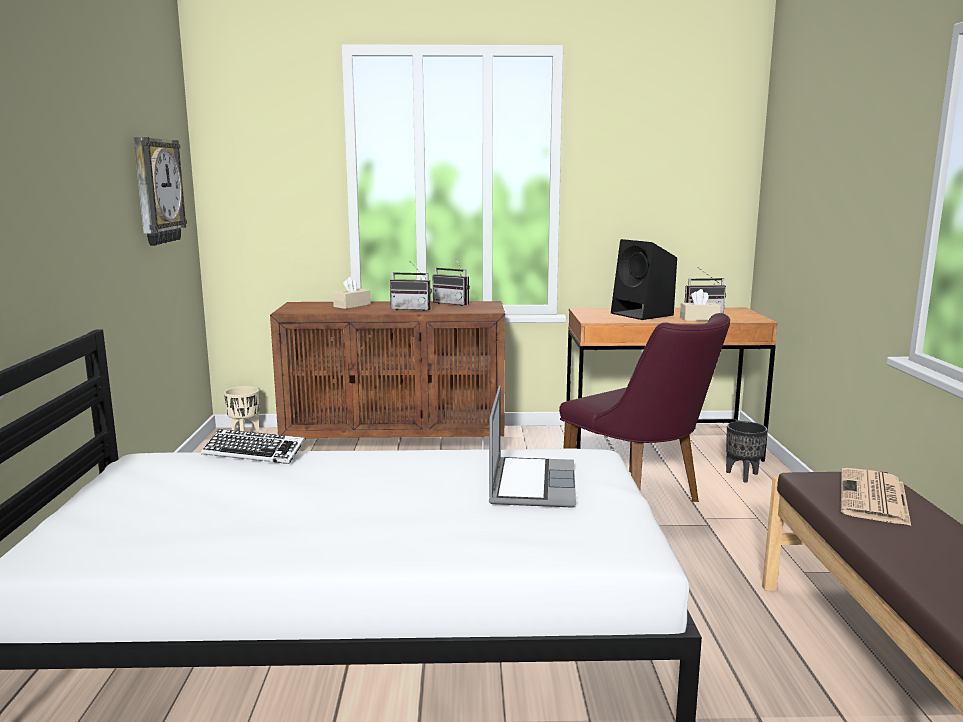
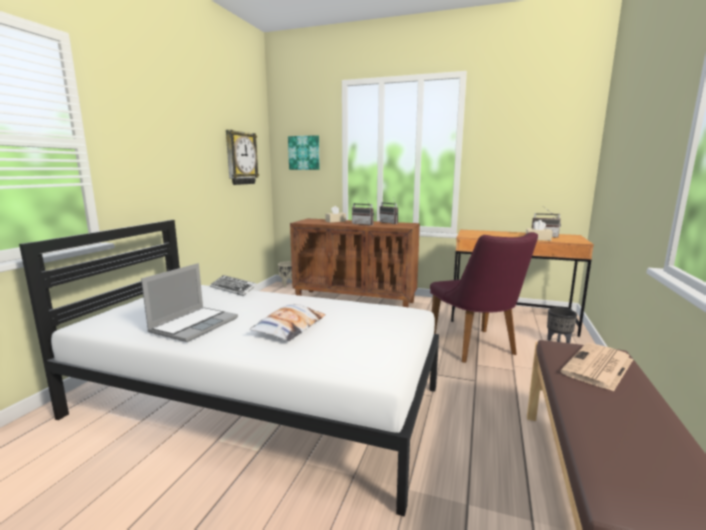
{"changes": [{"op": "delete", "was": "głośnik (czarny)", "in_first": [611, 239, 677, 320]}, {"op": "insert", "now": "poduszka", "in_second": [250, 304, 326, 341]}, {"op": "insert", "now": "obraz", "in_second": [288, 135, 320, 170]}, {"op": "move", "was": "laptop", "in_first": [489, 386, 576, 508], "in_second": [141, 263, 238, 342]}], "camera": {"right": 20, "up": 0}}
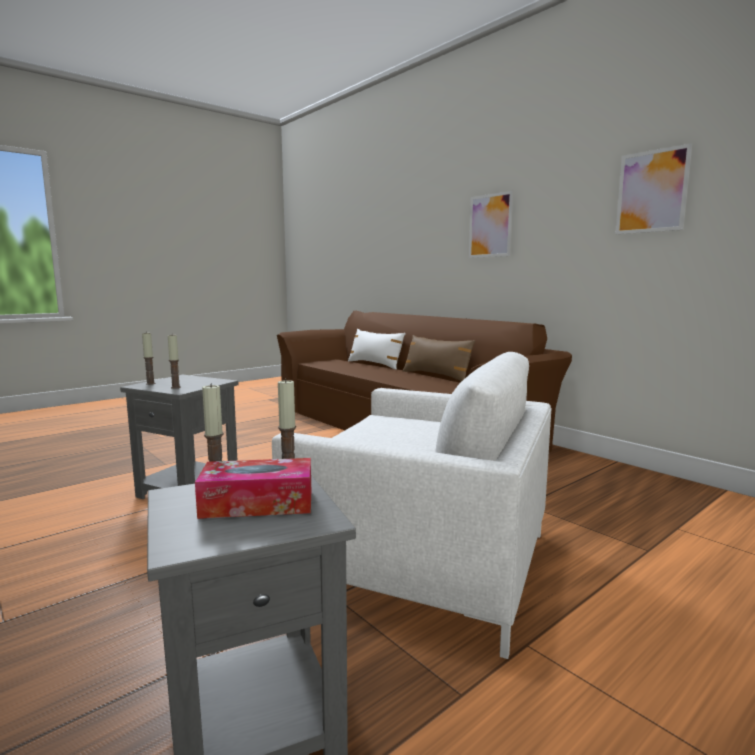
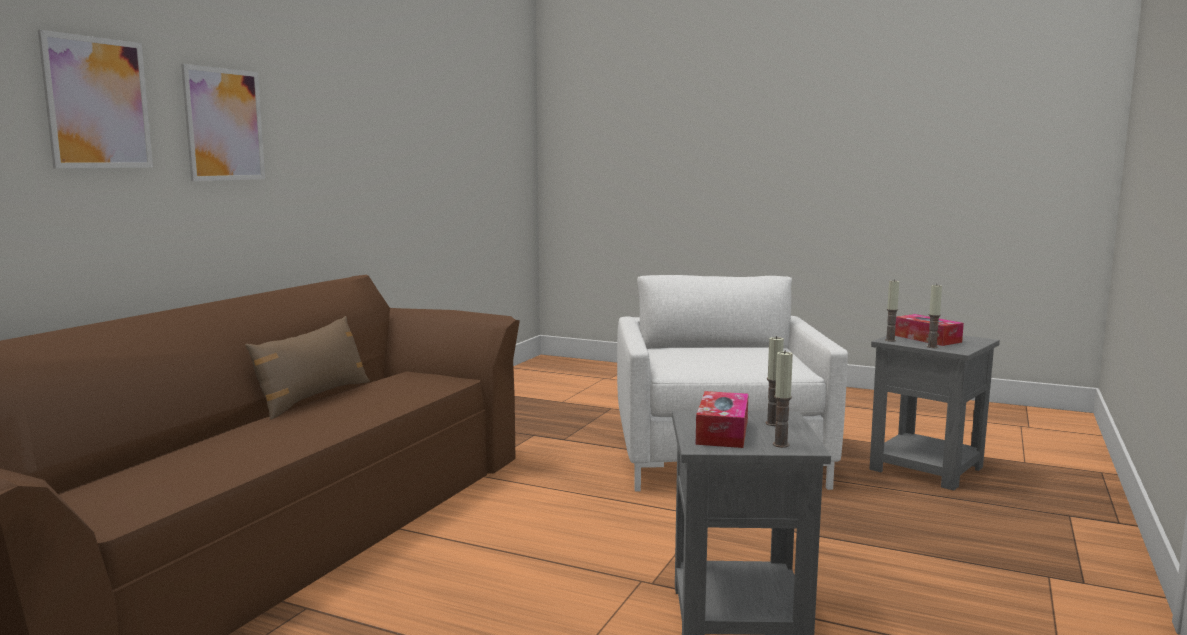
{"changes": [{"op": "delete", "was": "poduszka (biały)", "in_first": [348, 329, 406, 369]}, {"op": "insert", "now": "pudełko chusteczek", "in_second": [696, 391, 748, 448]}, {"op": "move", "was": "obraz", "in_first": [615, 143, 692, 234], "in_second": [38, 30, 153, 169]}], "camera": {"right": -115, "up": 0}}
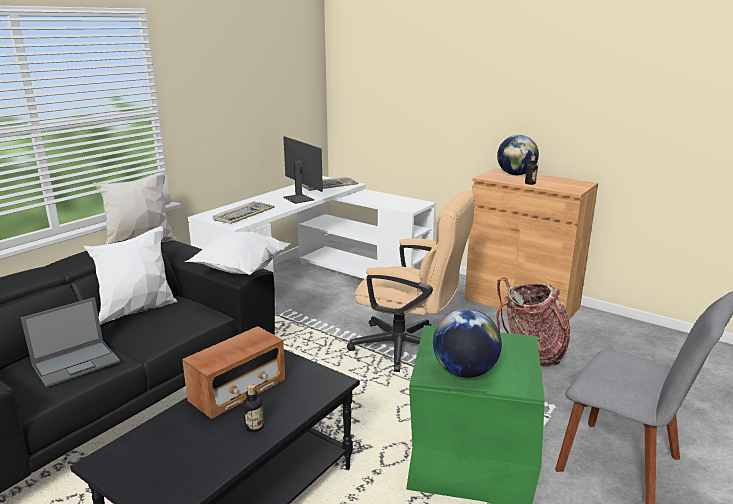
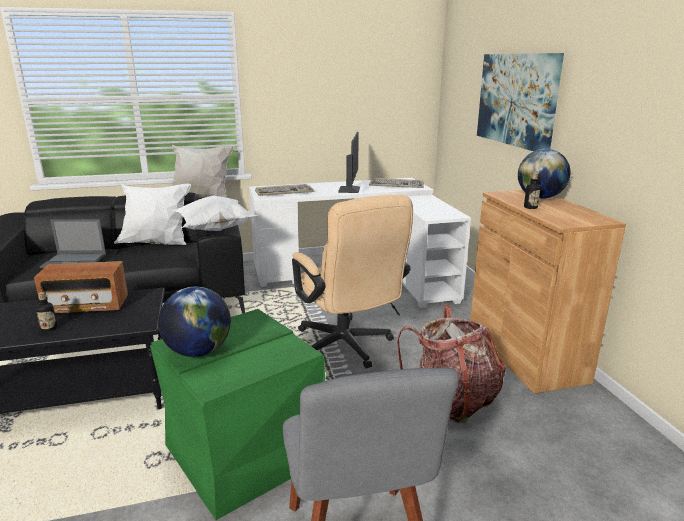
{"changes": [{"op": "insert", "now": "obraz", "in_second": [477, 53, 564, 151]}], "camera": {"right": 40, "up": 0}}
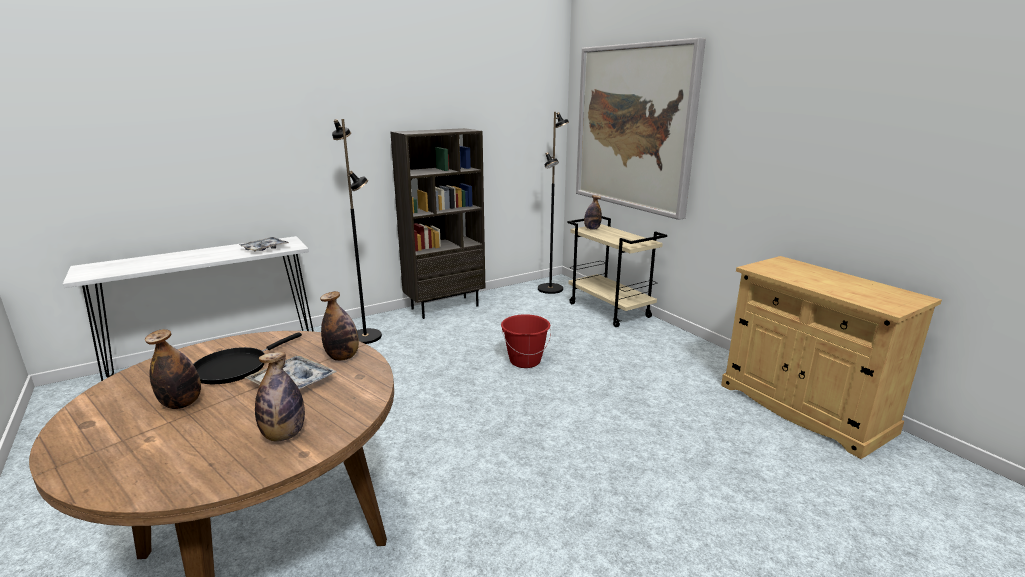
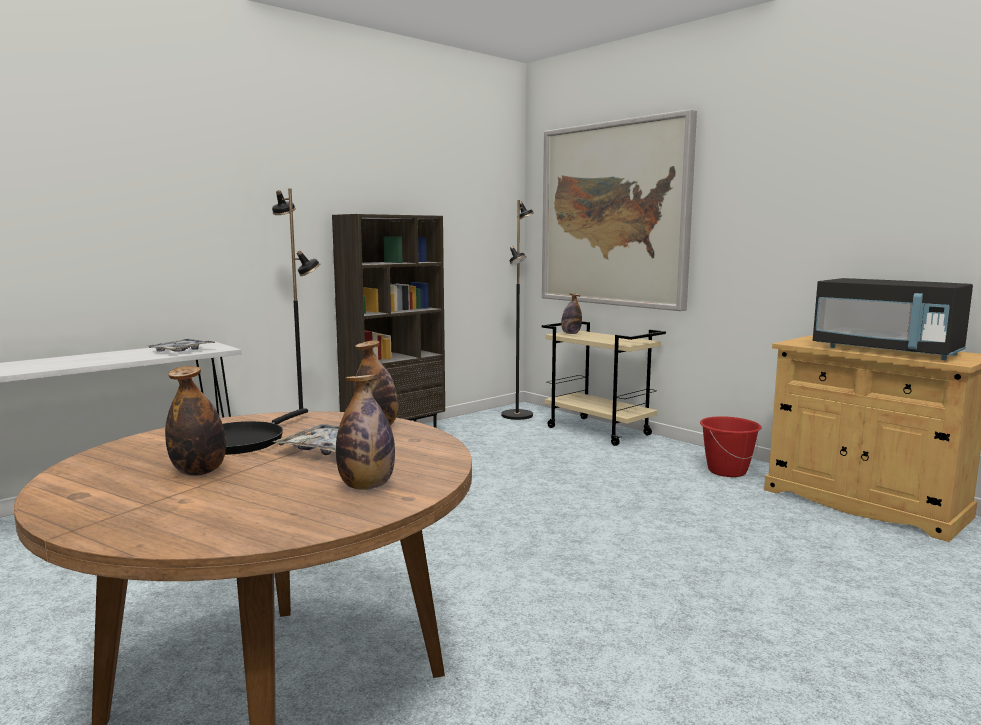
{"changes": [{"op": "insert", "now": "mikrofalówka (czarny)", "in_second": [813, 278, 973, 360]}, {"op": "move", "was": "wiadro (czerwony)", "in_first": [501, 314, 551, 368], "in_second": [700, 416, 762, 477]}], "camera": {"right": -10, "up": -10}}
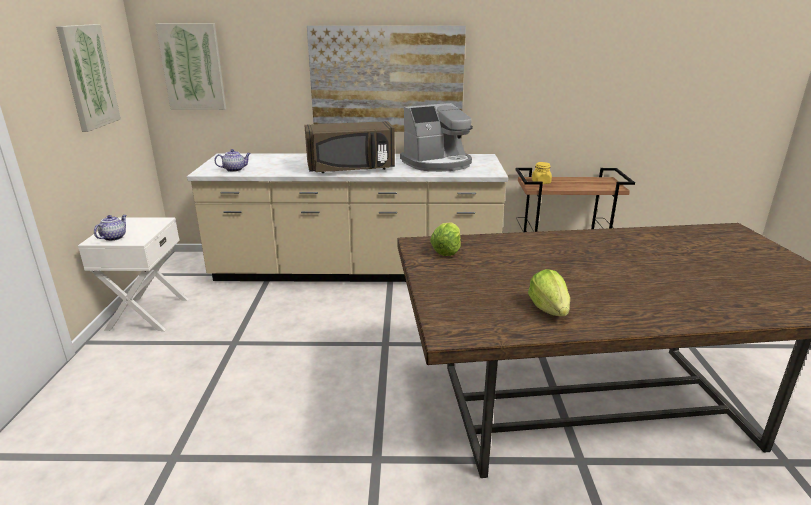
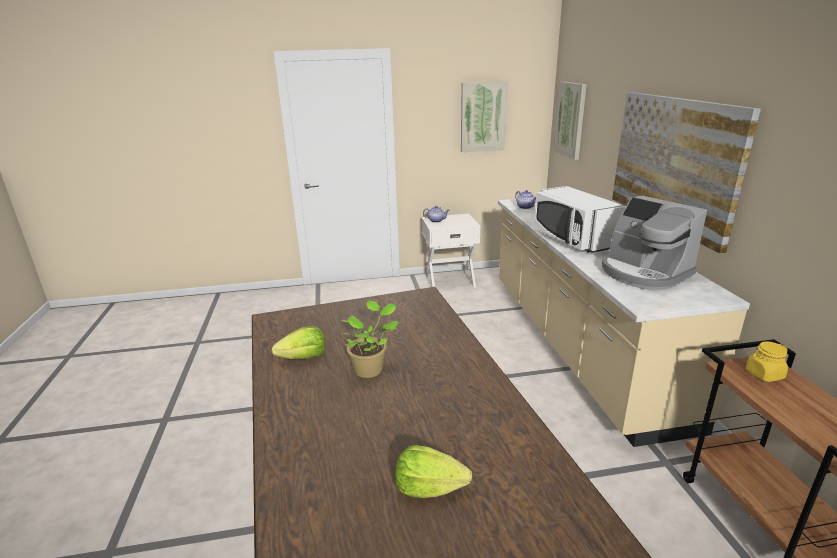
{"changes": [{"op": "insert", "now": "roślina doniczkowa", "in_second": [341, 300, 400, 378]}, {"op": "move", "was": "sałata", "in_first": [430, 222, 461, 256], "in_second": [395, 445, 472, 498]}, {"op": "recolor", "was": "mikrofalówka (brązowy)", "now": "mikrofalówka (biały)", "in_first": [304, 121, 395, 173], "in_second": [534, 186, 626, 253]}], "camera": {"right": 80, "up": 0}}
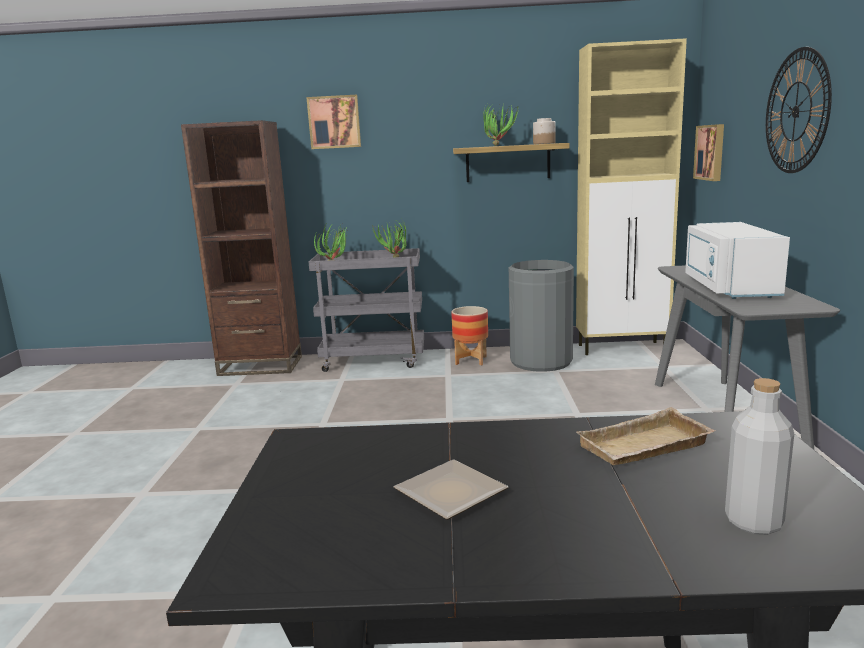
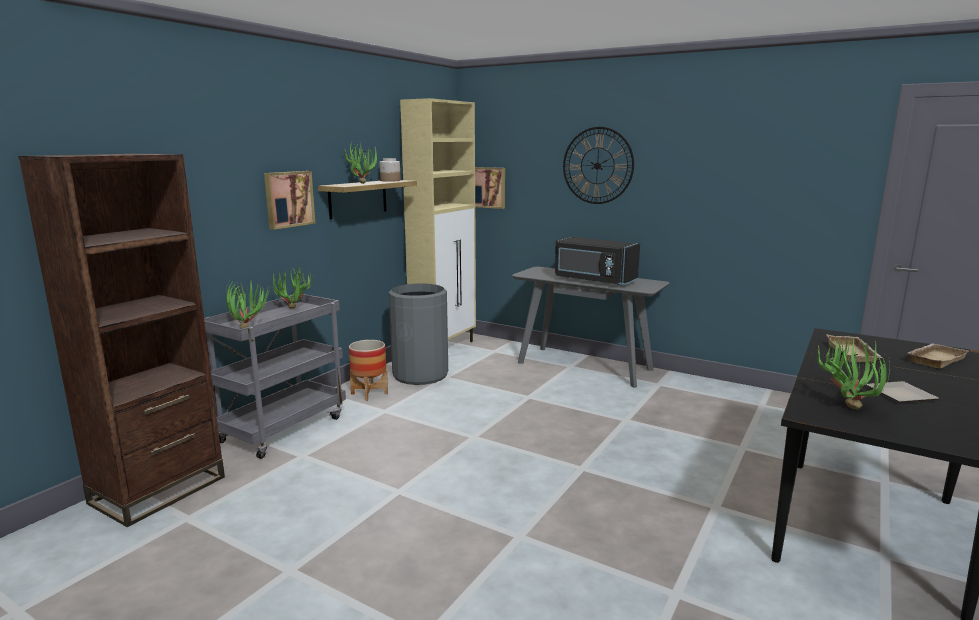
{"changes": [{"op": "insert", "now": "roślina doniczkowa", "in_second": [817, 336, 890, 410]}, {"op": "move", "was": "obraz", "in_first": [306, 95, 361, 149], "in_second": [264, 171, 315, 230]}, {"op": "replace", "was": "butelka (szary)", "now": "taca (beżowy)", "in_first": [725, 378, 794, 535], "in_second": [908, 344, 969, 369]}, {"op": "recolor", "was": "mikrofalówka (biały)", "now": "mikrofalówka (czarny)", "in_first": [685, 222, 790, 299], "in_second": [555, 237, 640, 286]}], "camera": {"right": -60, "up": 0}}
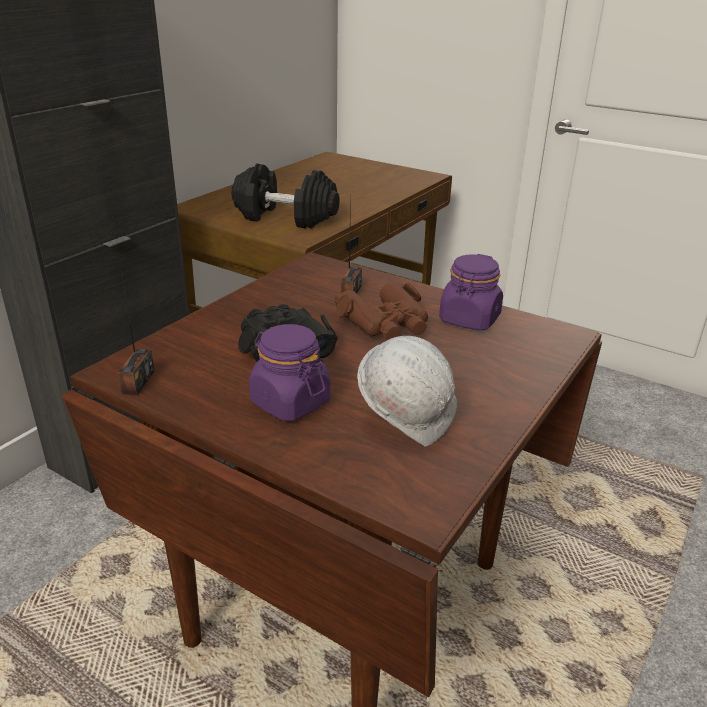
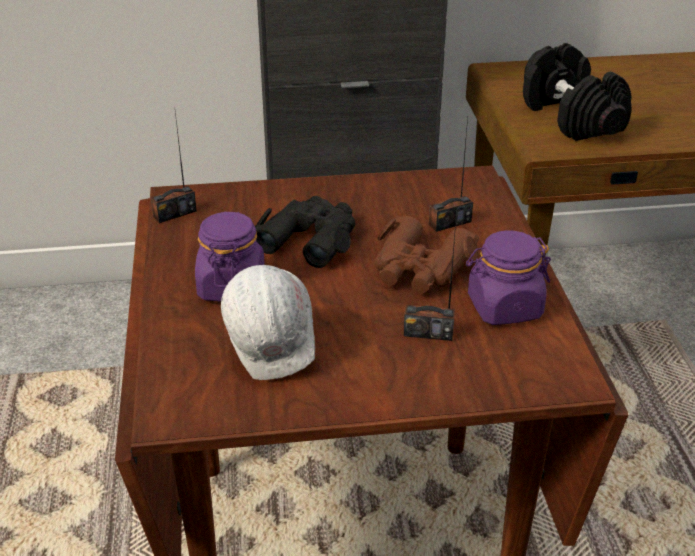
{"changes": [{"op": "insert", "now": "radio", "in_second": [404, 222, 456, 341]}], "camera": {"right": 50, "up": 5}}
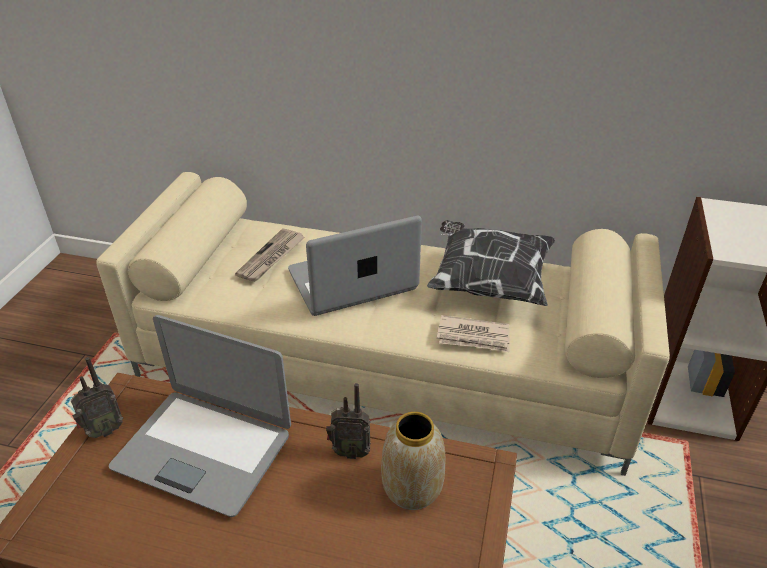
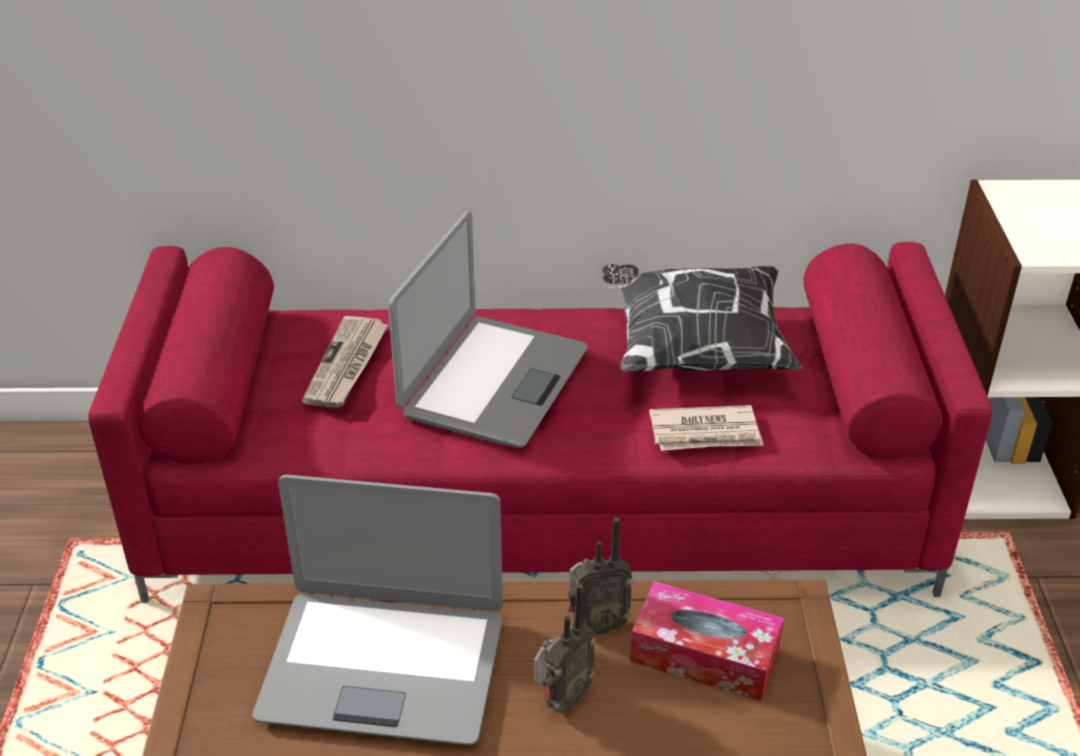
{"changes": [{"op": "move", "was": "radio", "in_first": [71, 357, 123, 438], "in_second": [534, 584, 595, 713]}, {"op": "replace", "was": "wazon", "now": "pudełko chusteczek", "in_first": [381, 412, 445, 510], "in_second": [630, 581, 784, 702]}, {"op": "recolor", "was": "kanapa (beżowy)", "now": "kanapa (czerwony)", "in_first": [96, 172, 670, 476], "in_second": [88, 242, 992, 603]}, {"op": "rotate", "was": "laptop", "in_first": [288, 216, 422, 316], "in_second": [388, 211, 588, 448], "clockwise": 150}], "camera": {"right": -15, "up": 0}}
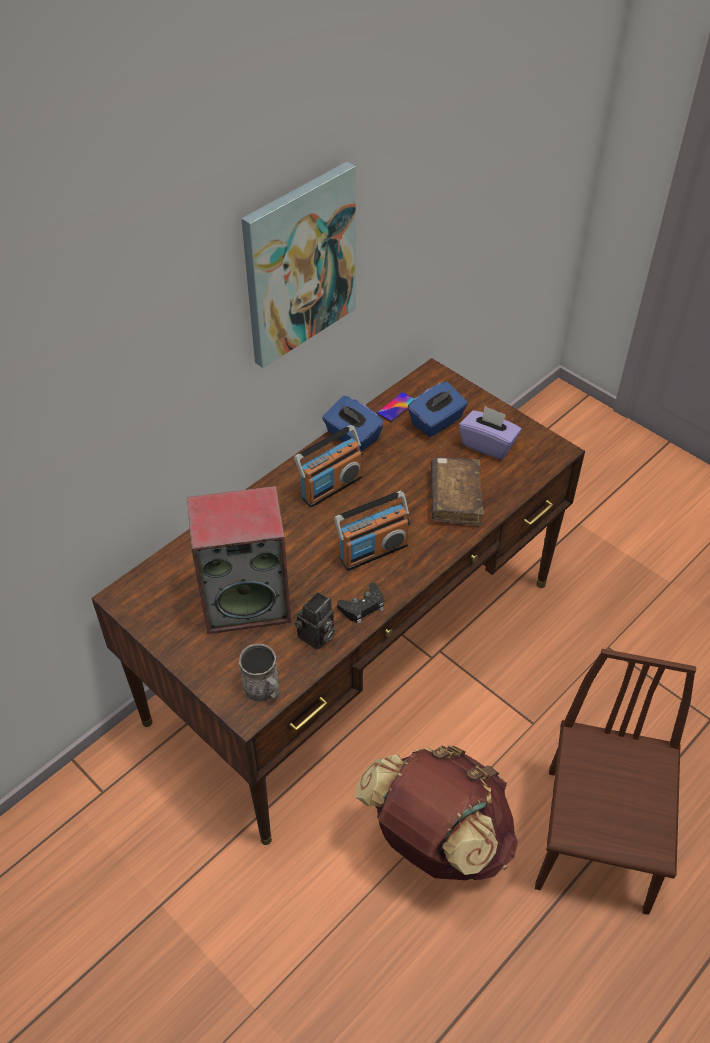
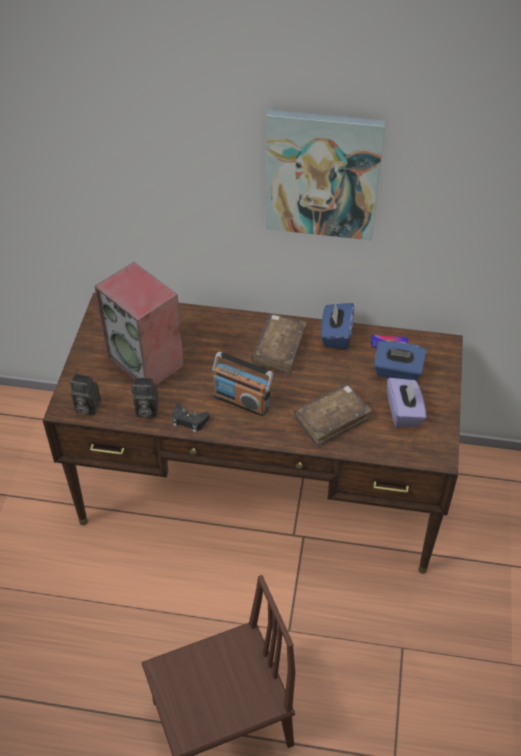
{"changes": [{"op": "delete", "was": "plecak (brązowy)", "in_first": [355, 745, 518, 880]}, {"op": "replace", "was": "kubek (szary)", "now": "aparat fotograficzny", "in_first": [239, 644, 280, 702], "in_second": [70, 373, 101, 416]}, {"op": "replace", "was": "radio", "now": "książka (brązowy)", "in_first": [294, 425, 363, 507], "in_second": [252, 314, 306, 374]}], "camera": {"right": 55, "up": 0}}
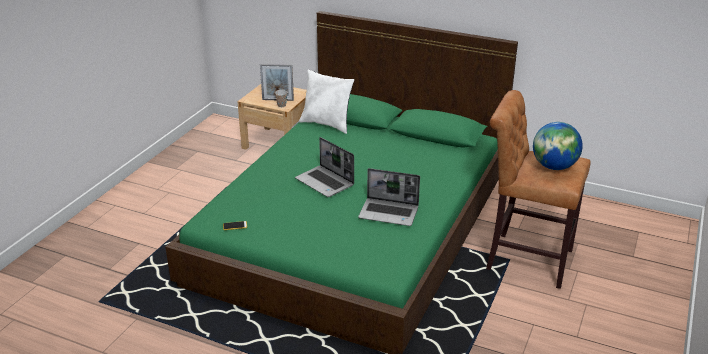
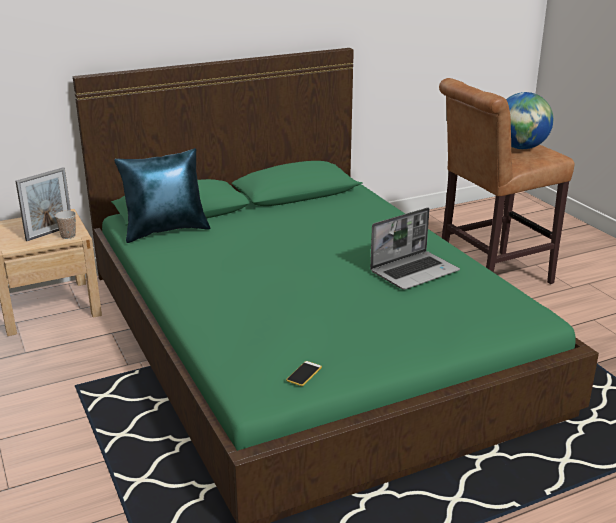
{"changes": [{"op": "delete", "was": "laptop", "in_first": [295, 137, 354, 197]}, {"op": "recolor", "was": "poduszka (biały)", "now": "poduszka (niebieski)", "in_first": [299, 69, 354, 134], "in_second": [114, 148, 211, 243]}], "camera": {"right": -50, "up": -5}}
